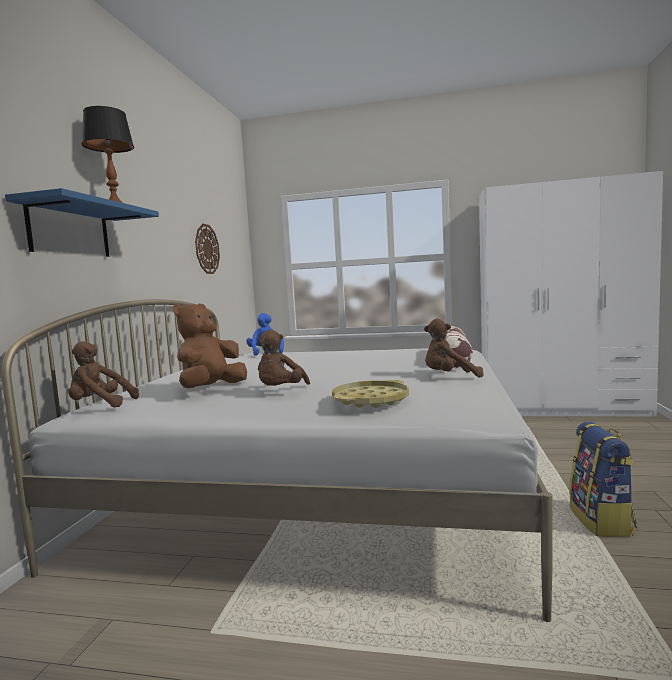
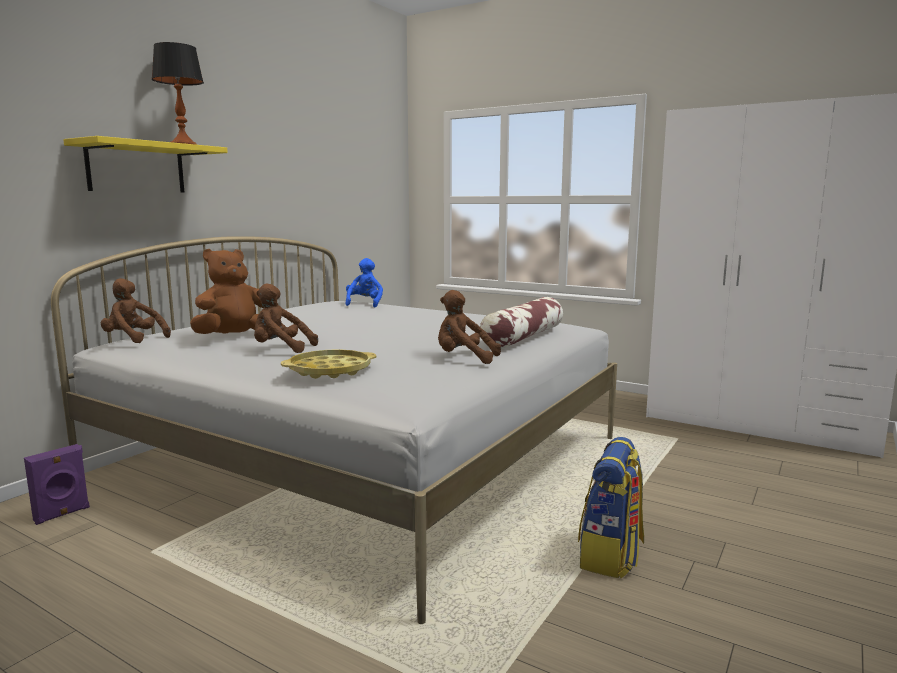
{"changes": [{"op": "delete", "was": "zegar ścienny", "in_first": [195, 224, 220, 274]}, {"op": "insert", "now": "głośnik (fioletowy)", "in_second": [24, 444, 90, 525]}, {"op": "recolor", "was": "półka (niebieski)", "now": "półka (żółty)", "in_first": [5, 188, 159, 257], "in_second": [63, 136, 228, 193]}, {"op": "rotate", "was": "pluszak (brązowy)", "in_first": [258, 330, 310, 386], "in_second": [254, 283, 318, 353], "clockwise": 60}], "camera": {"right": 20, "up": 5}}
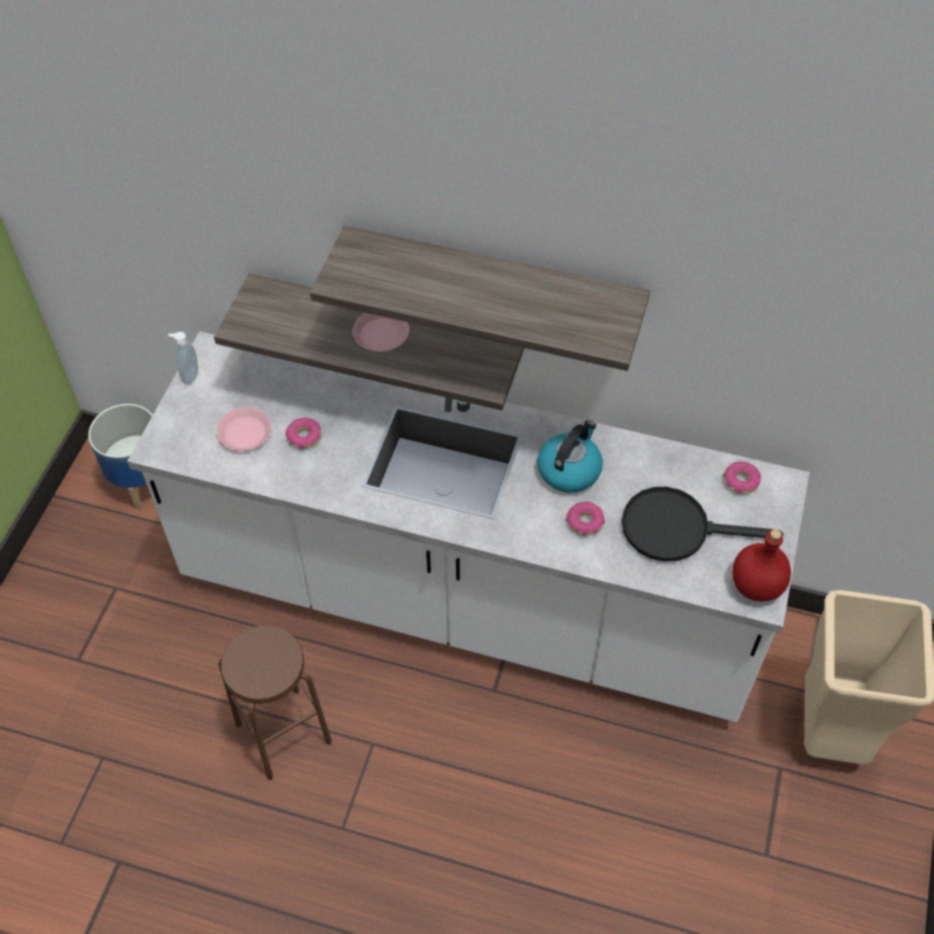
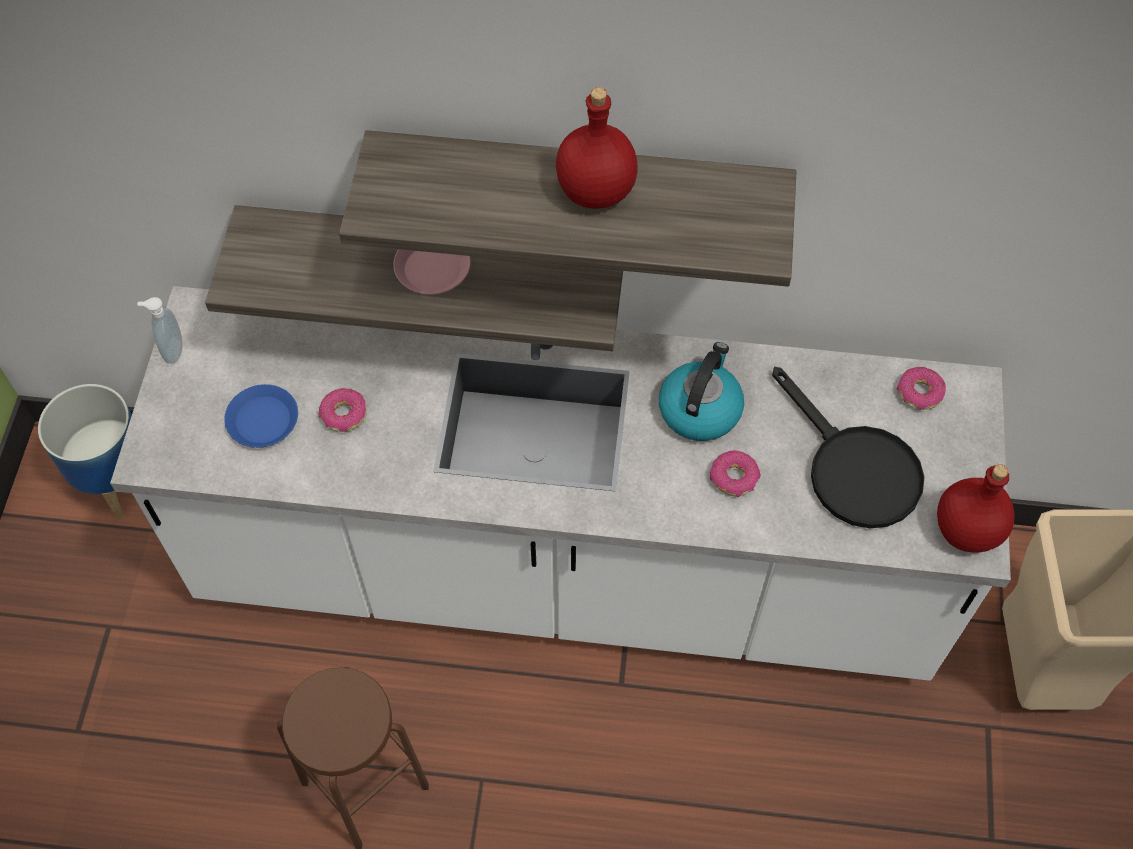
{"changes": [{"op": "insert", "now": "butelka (czerwony)", "in_second": [556, 87, 638, 209]}, {"op": "recolor", "was": "talerz (różowy)", "now": "talerz (niebieski)", "in_first": [217, 407, 271, 451], "in_second": [224, 384, 298, 448]}, {"op": "rotate", "was": "patelnia (czarny)", "in_first": [622, 487, 784, 562], "in_second": [772, 367, 924, 528], "clockwise": -120}], "camera": {"right": -10, "up": 5}}
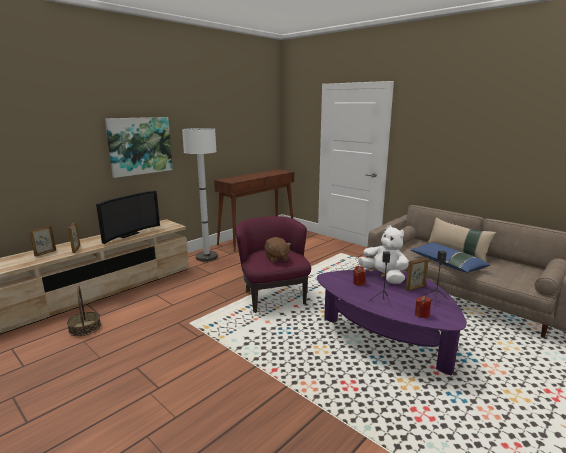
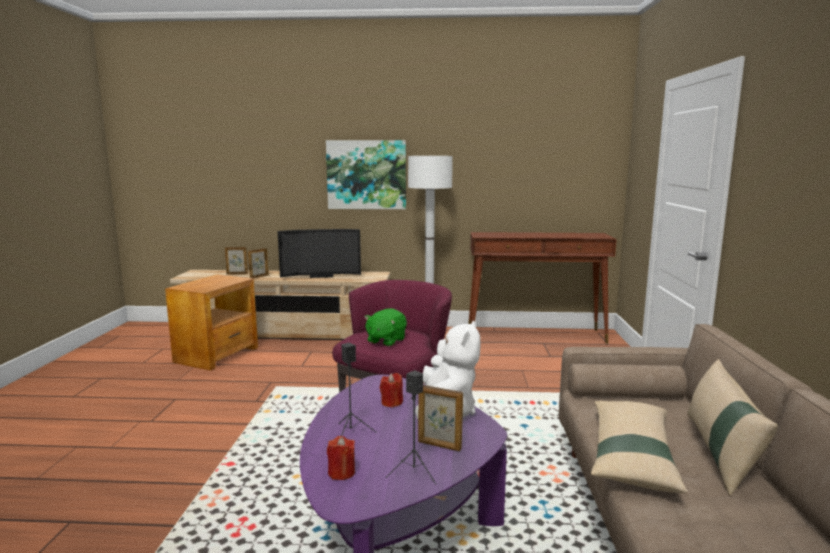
{"changes": [{"op": "replace", "was": "koszyk", "now": "stolik (brązowy)", "in_first": [67, 285, 101, 336], "in_second": [165, 274, 258, 371]}, {"op": "recolor", "was": "pluszak (brązowy)", "now": "pluszak (zielony)", "in_first": [265, 237, 291, 263], "in_second": [364, 308, 407, 346]}, {"op": "recolor", "was": "poduszka (niebieski)", "now": "poduszka (beżowy)", "in_first": [411, 243, 490, 273], "in_second": [591, 401, 688, 494]}], "camera": {"right": 50, "up": -5}}
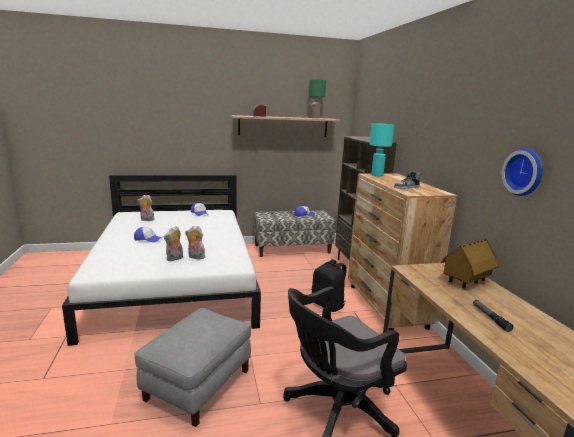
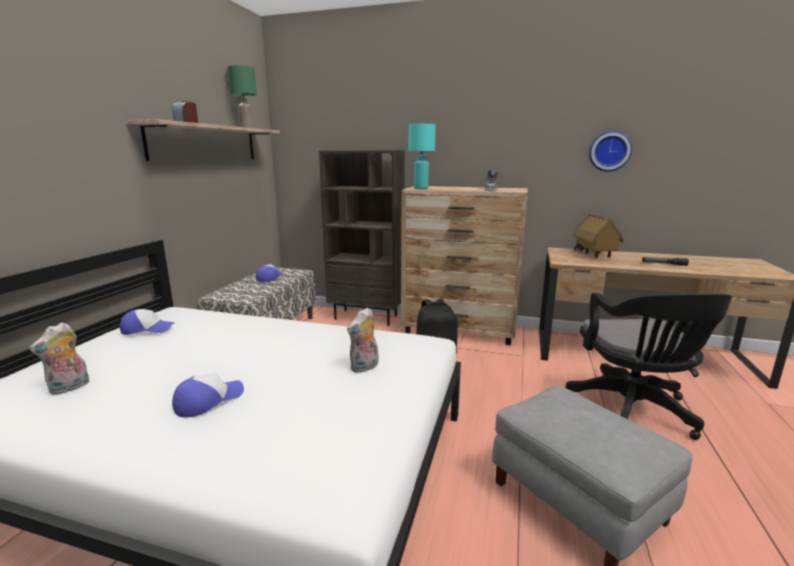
{"changes": [{"op": "delete", "was": "pluszak", "in_first": [163, 226, 183, 261]}], "camera": {"right": -60, "up": 0}}
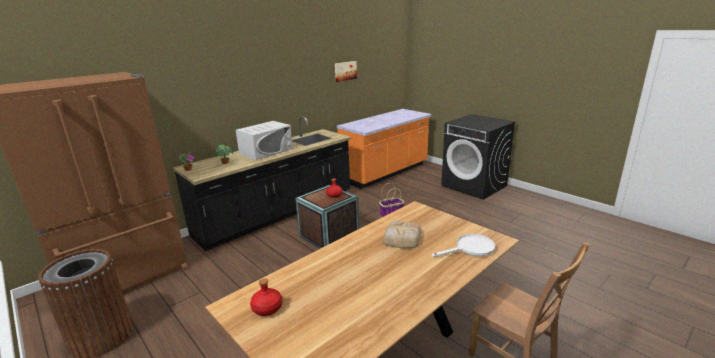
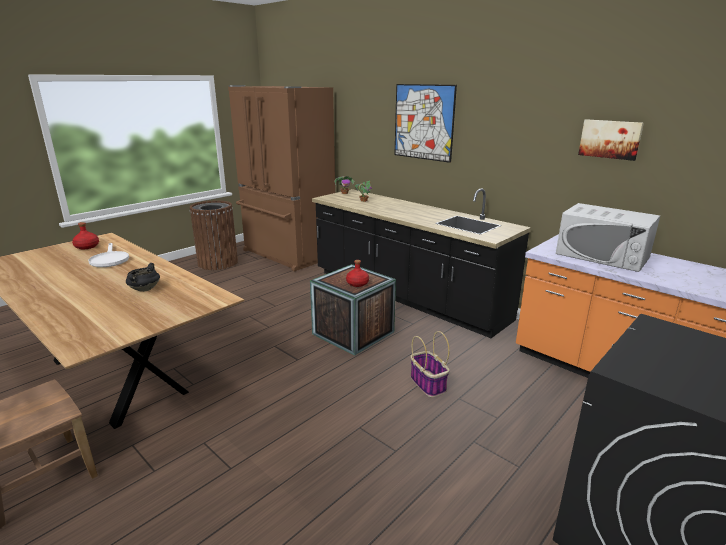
{"changes": [{"op": "insert", "now": "obraz", "in_second": [394, 84, 457, 163]}, {"op": "move", "was": "mikrofalówka (biały)", "in_first": [236, 121, 293, 160], "in_second": [556, 203, 660, 272]}, {"op": "move", "was": "patelnia (biały)", "in_first": [432, 234, 495, 257], "in_second": [88, 243, 129, 267]}, {"op": "replace", "was": "chleb", "now": "garnek (czarny)", "in_first": [383, 221, 422, 248], "in_second": [126, 263, 160, 292]}], "camera": {"right": 85, "up": 0}}
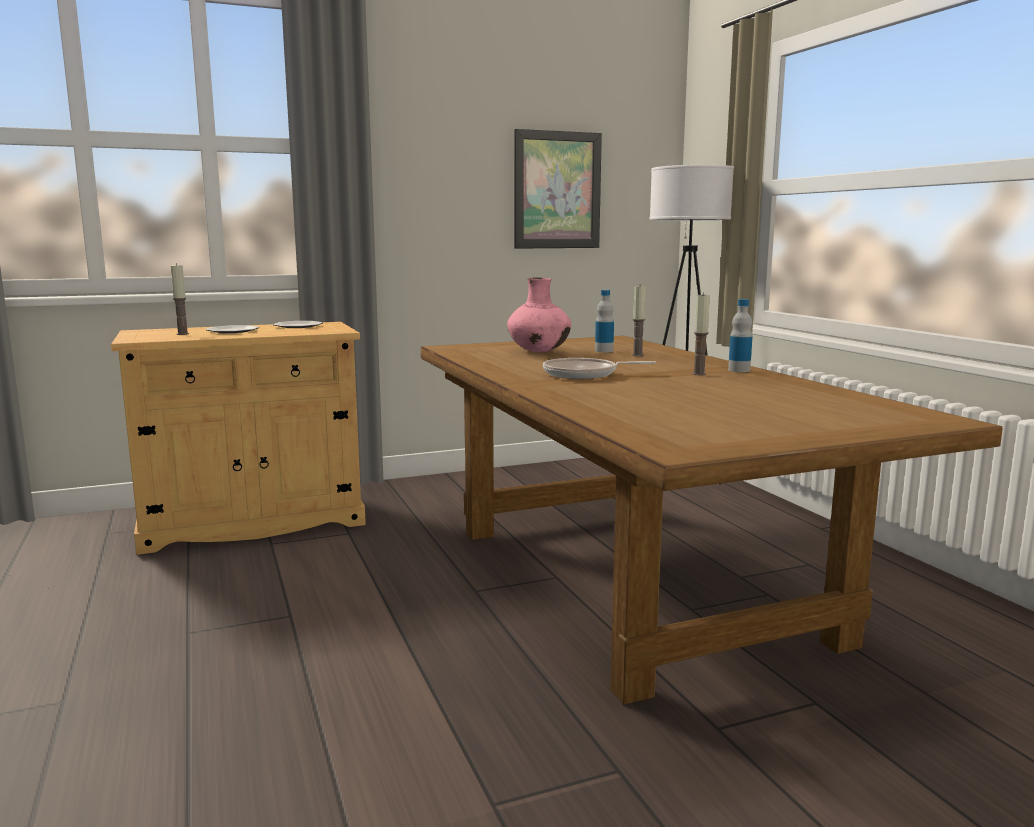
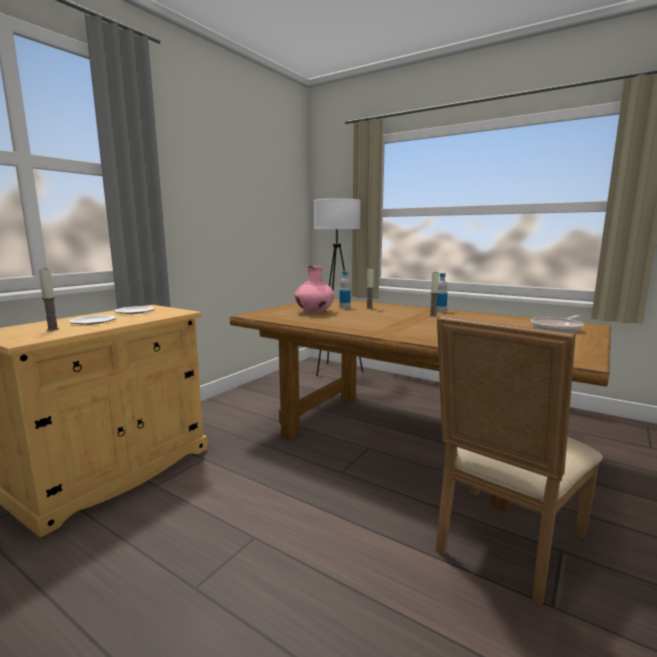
{"changes": [{"op": "delete", "was": "obraz", "in_first": [514, 129, 602, 249]}, {"op": "insert", "now": "krzesło (beżowy)", "in_second": [436, 316, 603, 606]}, {"op": "move", "was": "patelnia", "in_first": [543, 358, 656, 379], "in_second": [531, 315, 584, 333]}], "camera": {"right": -35, "up": 0}}
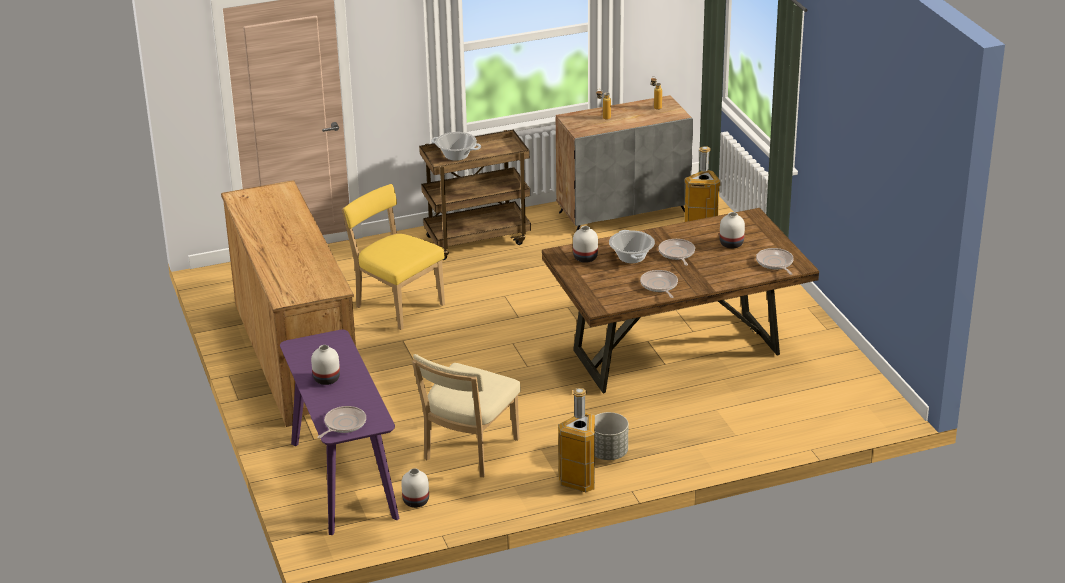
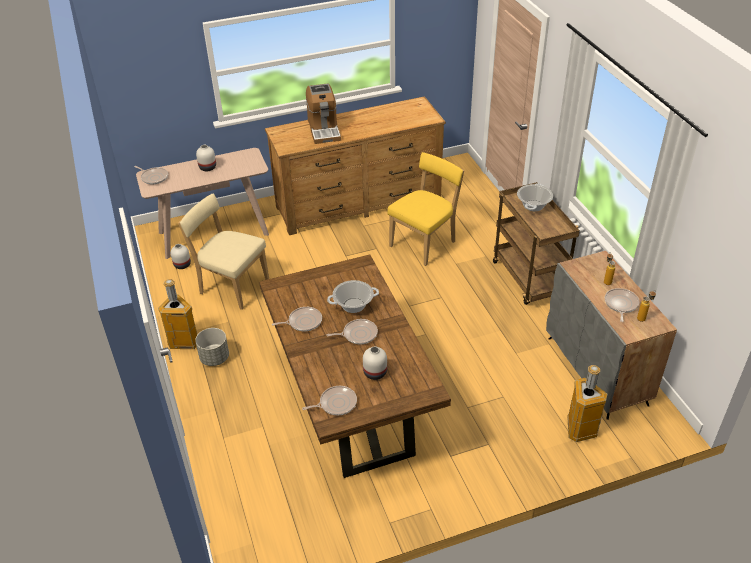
{"changes": [{"op": "delete", "was": "wazon (biały)", "in_first": [573, 226, 598, 263]}, {"op": "insert", "now": "ekspres do kawy", "in_second": [306, 83, 341, 144]}, {"op": "insert", "now": "patelnia", "in_second": [605, 288, 639, 322]}, {"op": "recolor", "was": "stolik konsolowy (fioletowy)", "now": "stolik konsolowy (beżowy)", "in_first": [280, 330, 400, 535], "in_second": [136, 148, 269, 259]}], "camera": {"right": 90, "up": 10}}
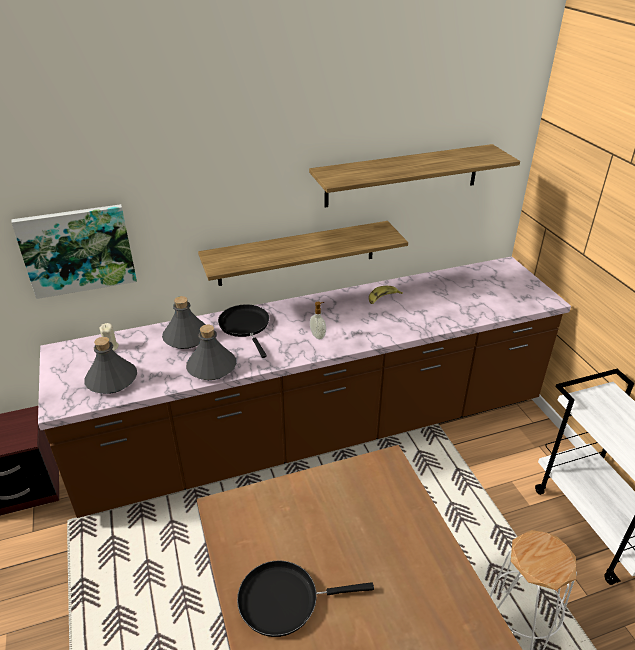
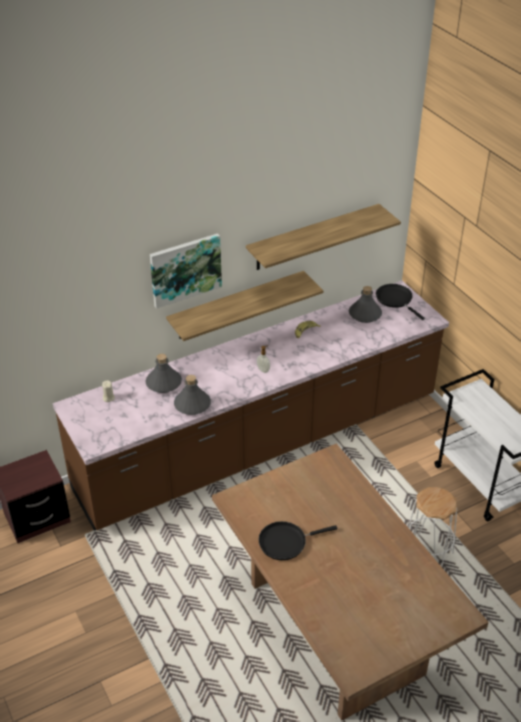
{"changes": [{"op": "move", "was": "obraz", "in_first": [11, 204, 137, 299], "in_second": [150, 233, 222, 309]}, {"op": "move", "was": "butelka (szary)", "in_first": [84, 337, 137, 394], "in_second": [349, 286, 382, 323]}, {"op": "move", "was": "patelnia (czarny)", "in_first": [218, 304, 269, 358], "in_second": [376, 284, 425, 320]}], "camera": {"right": -10, "up": 5}}
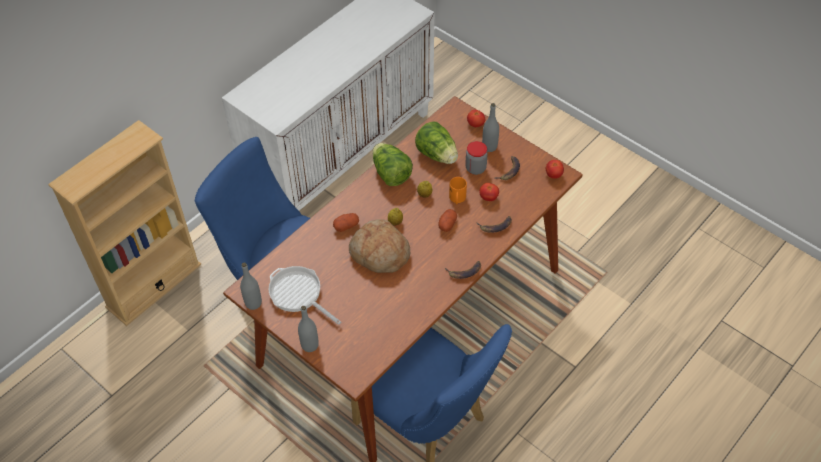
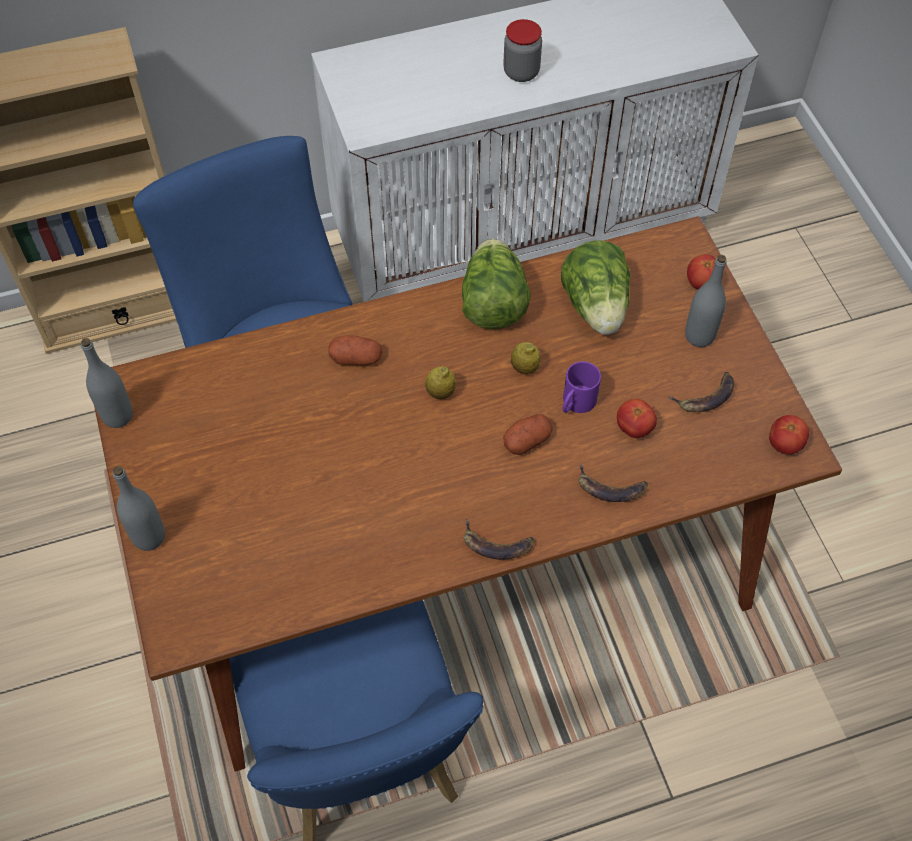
{"changes": [{"op": "delete", "was": "patelnia", "in_first": [269, 266, 341, 325]}, {"op": "delete", "was": "chleb", "in_first": [349, 219, 410, 273]}, {"op": "move", "was": "słoik", "in_first": [465, 141, 488, 175], "in_second": [503, 19, 542, 82]}, {"op": "recolor", "was": "kubek (pomarańczowy)", "now": "kubek (fioletowy)", "in_first": [449, 177, 467, 204], "in_second": [563, 361, 601, 413]}], "camera": {"right": 30, "up": 5}}
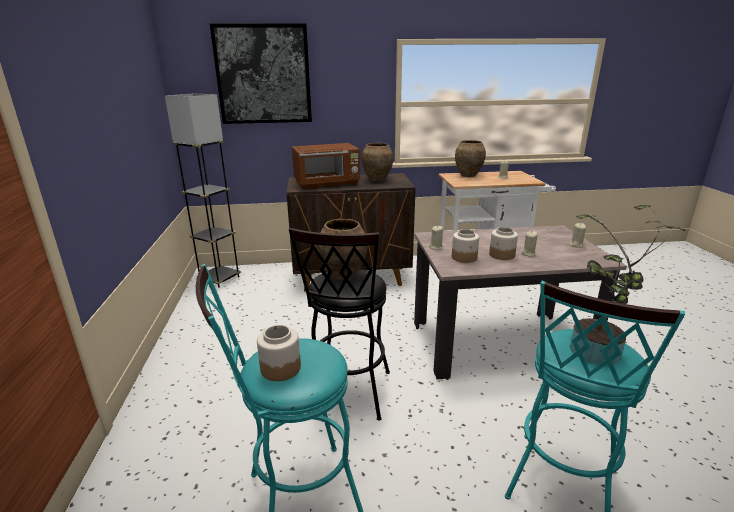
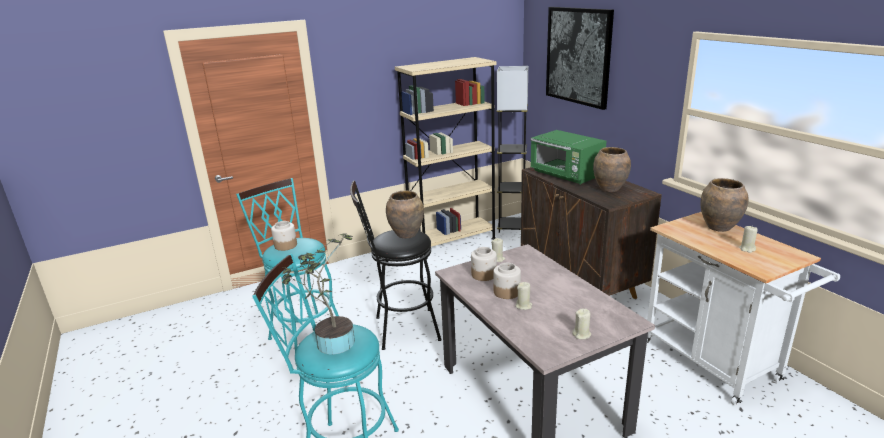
{"changes": [{"op": "insert", "now": "regał (beżowy)", "in_second": [395, 57, 497, 259]}, {"op": "recolor", "was": "mikrofalówka (brązowy)", "now": "mikrofalówka (zielony)", "in_first": [292, 143, 360, 189], "in_second": [530, 130, 606, 184]}], "camera": {"right": 70, "up": 0}}
